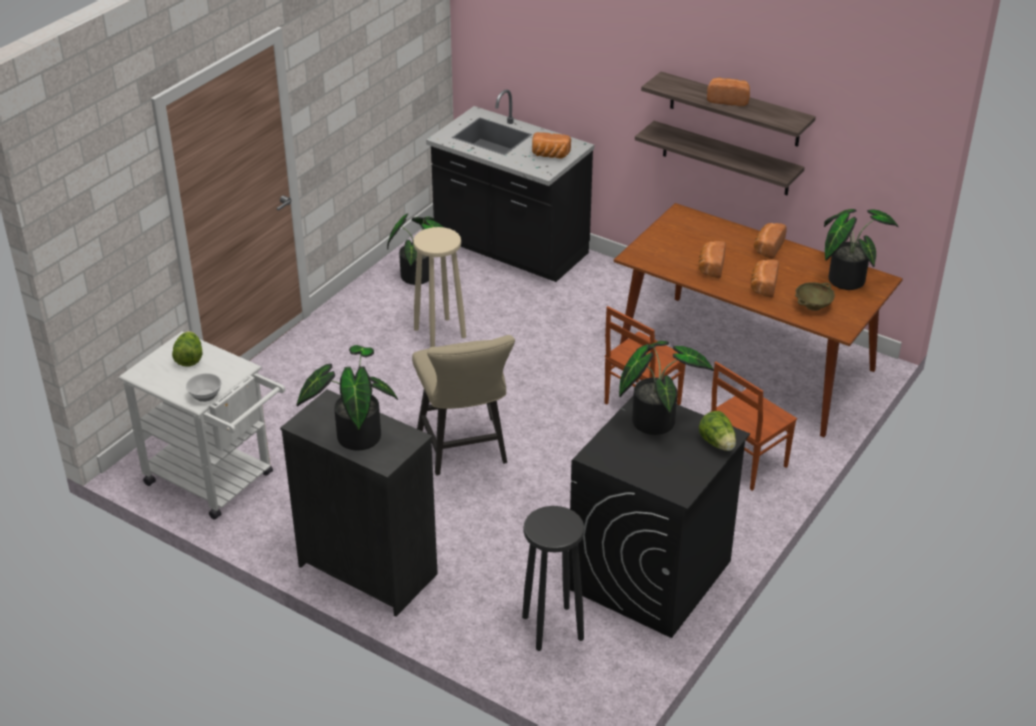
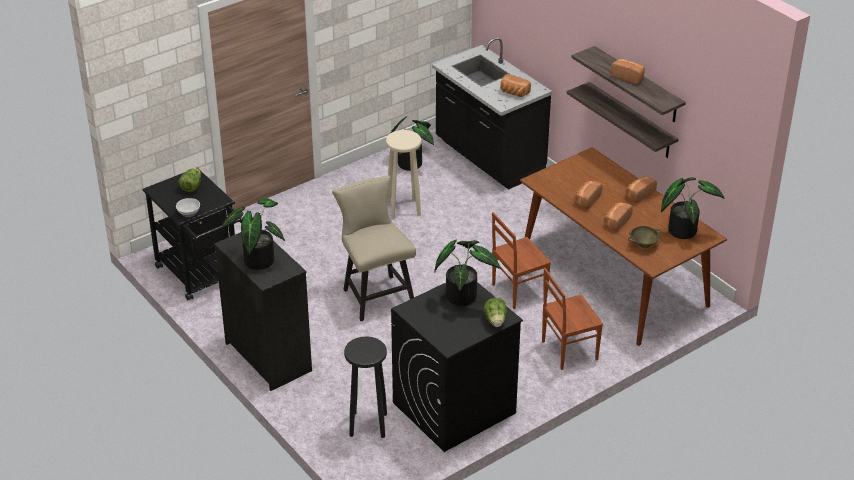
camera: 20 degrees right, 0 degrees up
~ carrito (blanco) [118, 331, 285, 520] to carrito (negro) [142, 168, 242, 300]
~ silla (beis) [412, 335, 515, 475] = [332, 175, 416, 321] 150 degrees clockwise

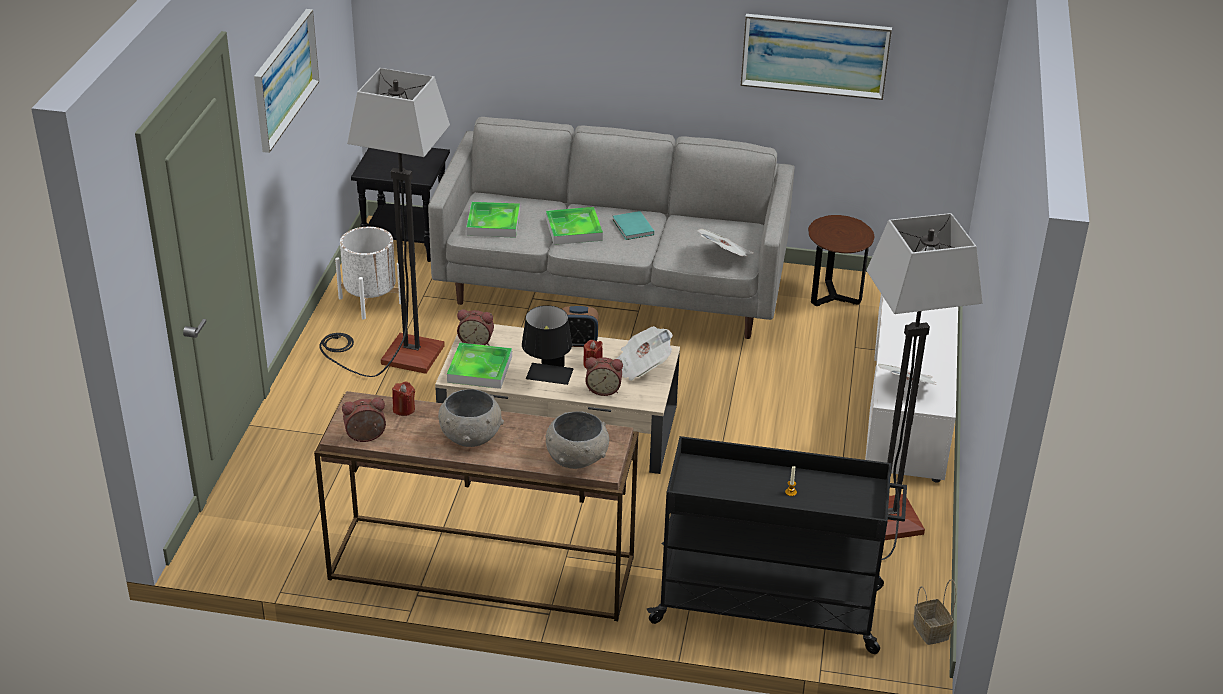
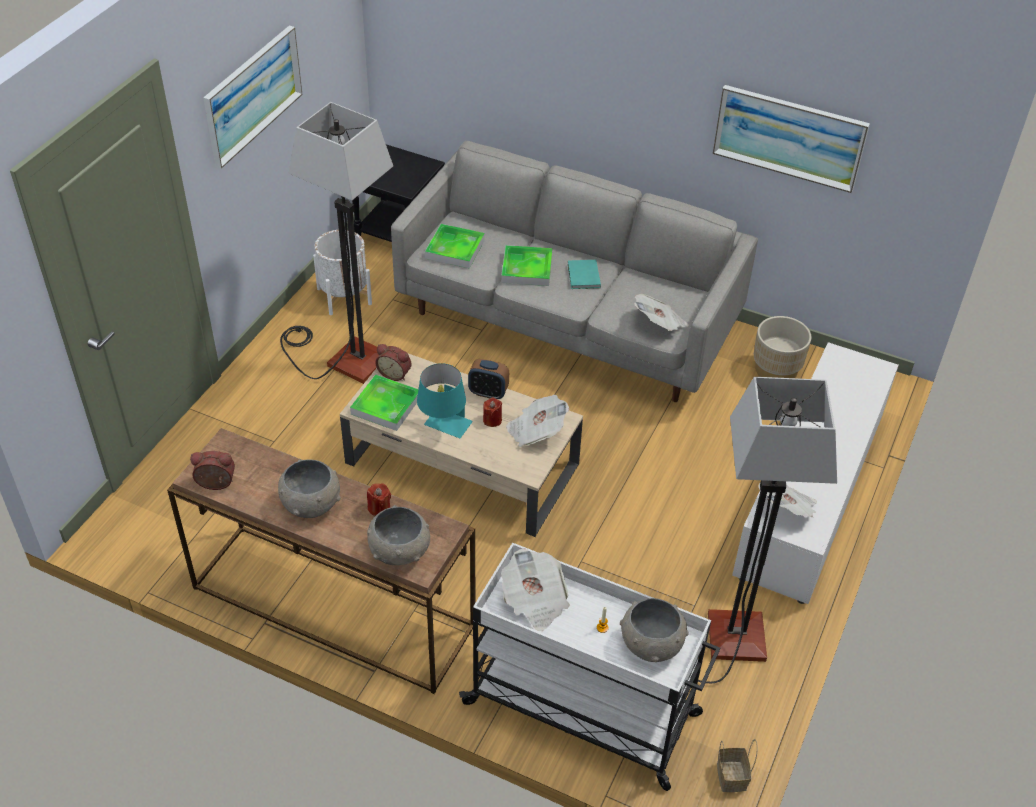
camera: 15 degrees right, 10 degrees up
- despertador [585, 357, 623, 396]
+ periódico [501, 548, 570, 631]
+ cuenco (gris) [620, 598, 689, 662]
~ vela (rojo) [392, 381, 415, 416] to [367, 483, 391, 516]
~ mesa auxiliar (marrón) [808, 215, 874, 306] to maceta (beis) [754, 316, 811, 378]
~ lámpara de mesa (negro) [522, 305, 574, 385] to lámpara de mesa (turquesa) [417, 363, 473, 438]
~ carrito (negro) [646, 436, 907, 654] to carrito (blanco) [459, 542, 720, 791]

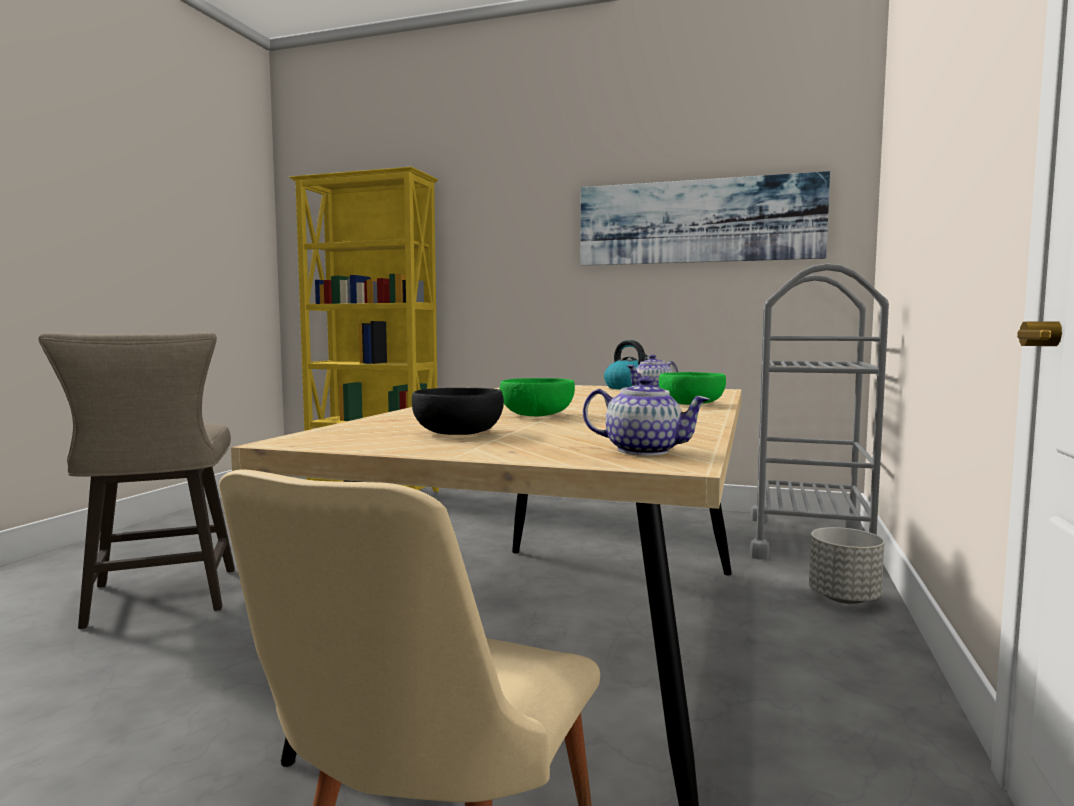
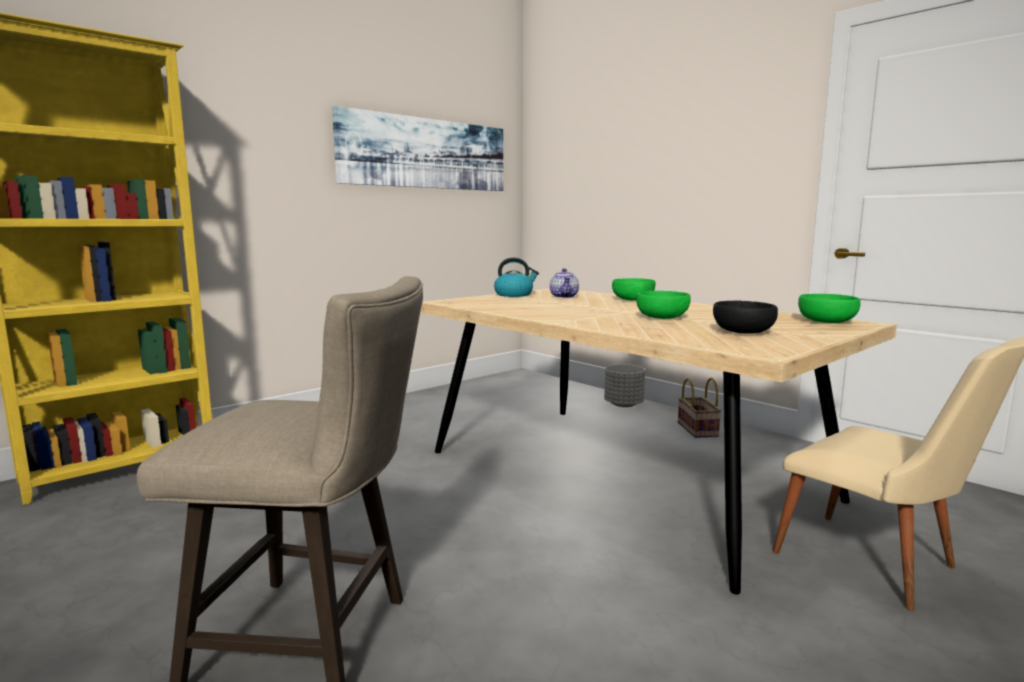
camera: 60 degrees left, 5 degrees up
- carrito (gris) [750, 263, 889, 560]
+ cesta [678, 377, 722, 438]
~ tetera [583, 376, 710, 456] to cuenco (verde) [798, 294, 860, 323]

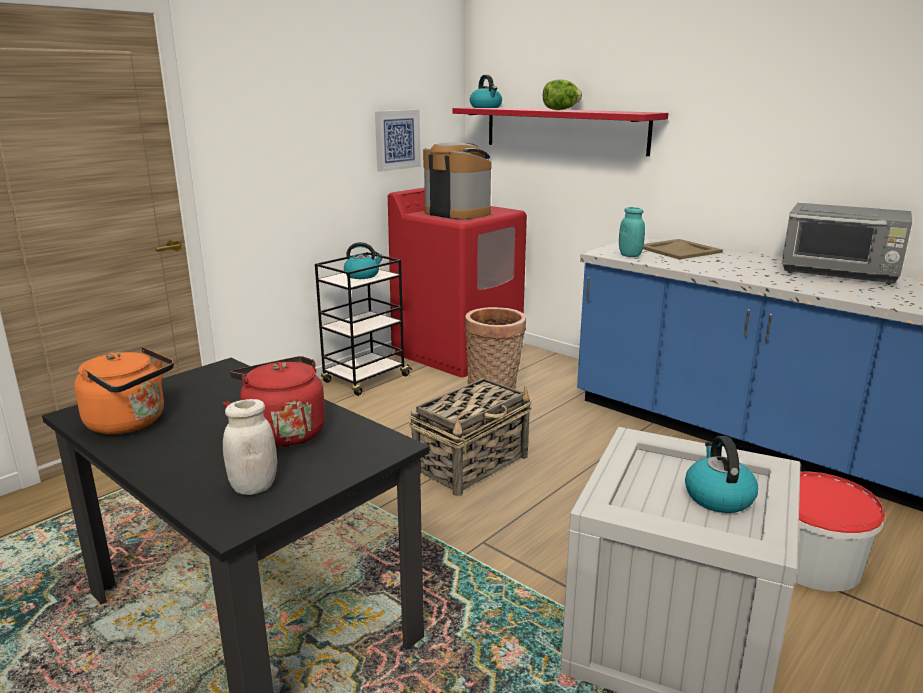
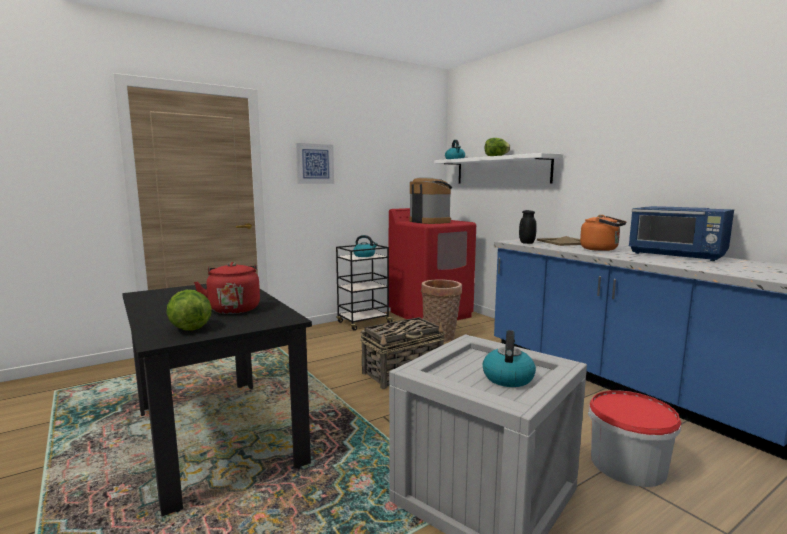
camera: 15 degrees right, 10 degrees down
~ hervidor (naranja) [74, 347, 174, 434] to [580, 215, 626, 251]
~ cuadro [375, 110, 421, 172] to [296, 143, 334, 184]
~ tarro (blanco) [223, 399, 277, 495] to lechuga [166, 290, 212, 331]
~ estante (rojo) [453, 107, 668, 156] to estante (blanco) [434, 153, 563, 184]
~ tarro (turquesa) [619, 207, 645, 257] to tarro (negro) [519, 210, 537, 244]
~ microondas (gris) [782, 203, 912, 285] to microondas (azul) [629, 206, 734, 261]

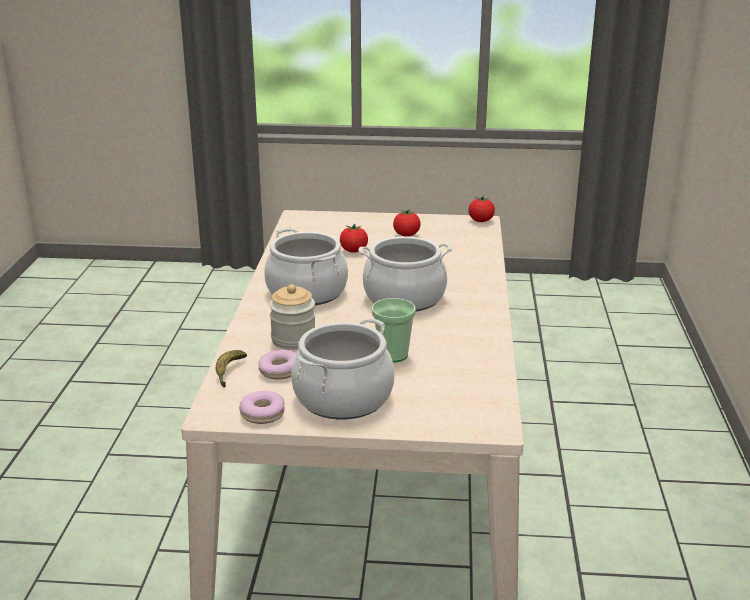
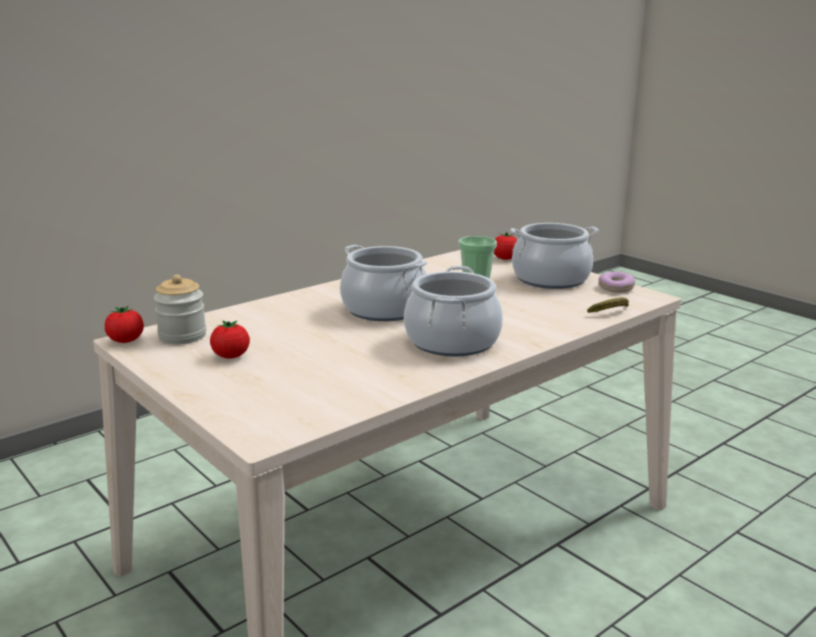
camera: 135 degrees left, 5 degrees down
- rosquilla [258, 350, 297, 379]
~ tarro [269, 284, 315, 350] to [154, 275, 206, 344]
~ tomate [340, 224, 368, 253] to [494, 232, 517, 260]

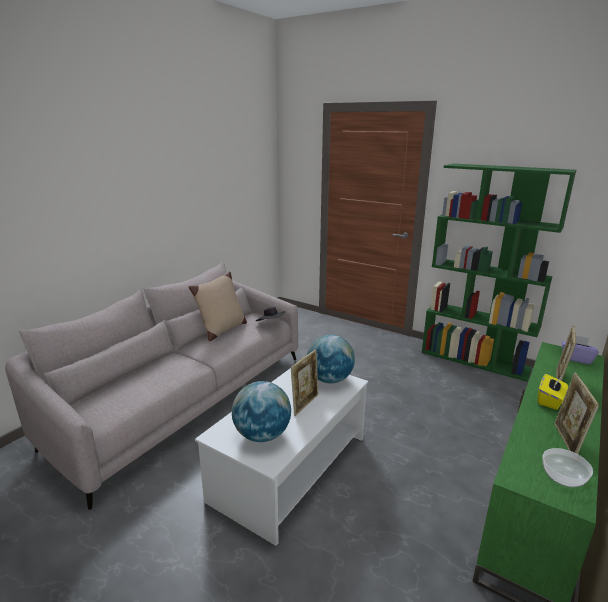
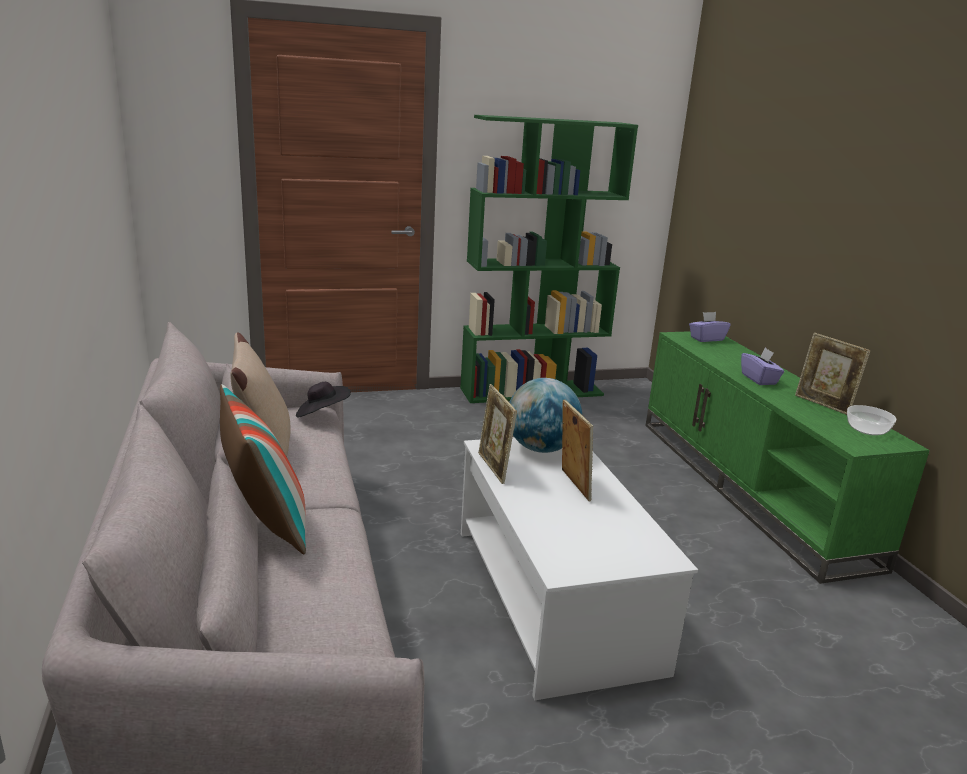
camera: 50 degrees left, 0 degrees up
- globo terráqueo [232, 381, 291, 442]
+ cojín [220, 384, 306, 554]
~ portarretratos [556, 325, 576, 381] to [478, 384, 517, 484]
~ caja de pañuelos (amarillo) [538, 374, 568, 410] to caja de pañuelos (morado) [741, 348, 784, 385]

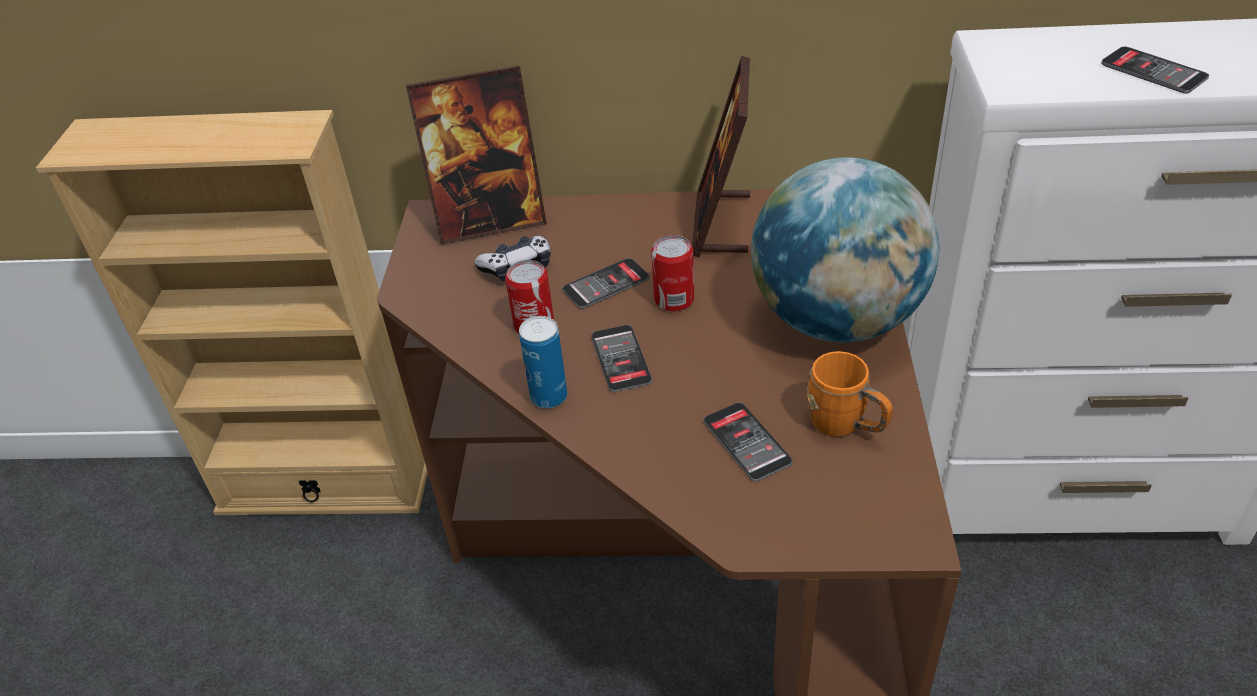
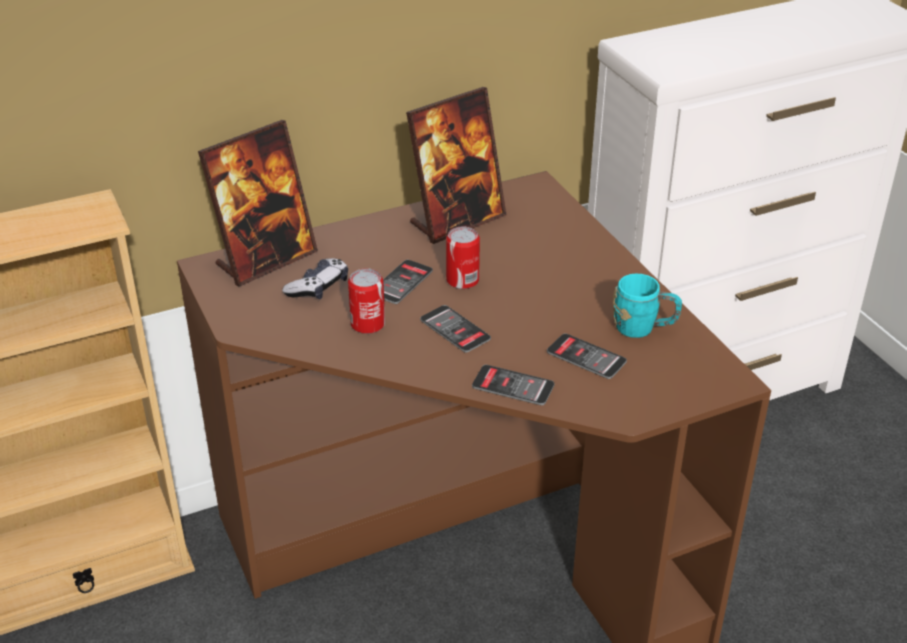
camera: 30 degrees left, 5 degrees down
- lata [519, 316, 567, 408]
- globo terráqueo [751, 157, 939, 343]
~ móvil [1101, 46, 1209, 94] to [472, 365, 555, 406]
~ taza grande (naranja) [807, 351, 893, 437] to taza grande (turquesa) [613, 273, 682, 338]
~ portarretratos [692, 56, 750, 257] = [406, 87, 506, 244] 105 degrees counterclockwise

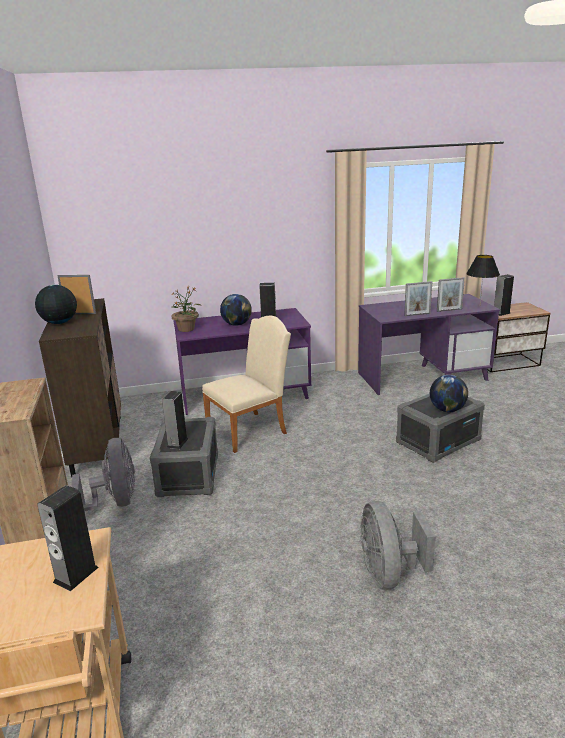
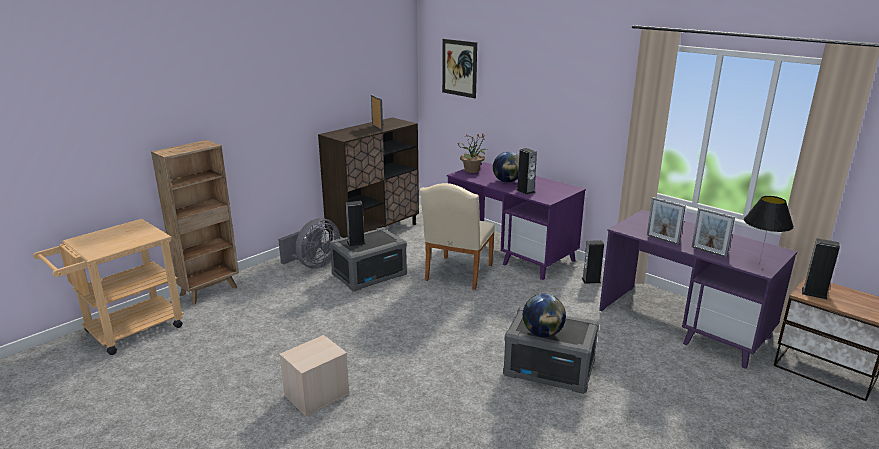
camera: 55 degrees right, 0 degrees up
- globo terráqueo [35, 285, 77, 324]
+ cuadro [442, 39, 477, 98]
~ altavoz [37, 485, 99, 591] to [581, 240, 604, 284]
~ ventilador (gris) [360, 501, 435, 590] to caja de almacenaje (beis) [279, 335, 350, 416]
~ silla (beis) [202, 316, 291, 453] = [420, 183, 495, 290] 90 degrees clockwise

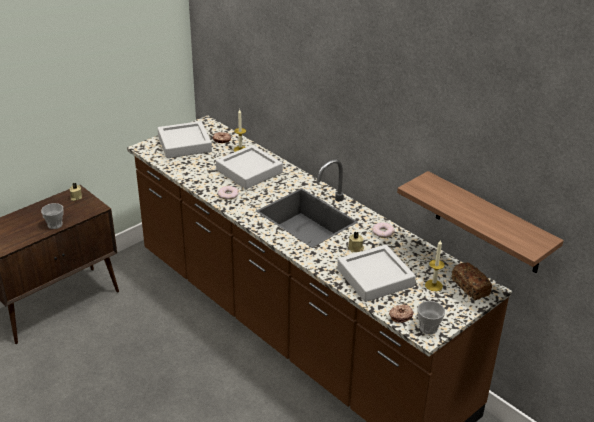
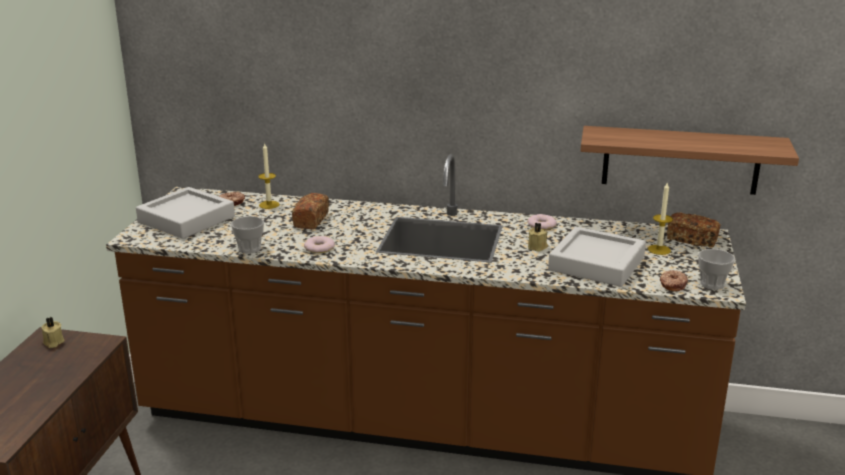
camera: 35 degrees left, 10 degrees down
~ taza [41, 203, 63, 229] to [231, 216, 264, 254]
~ bandeja (gris) [216, 145, 283, 189] to pan [292, 193, 329, 229]

